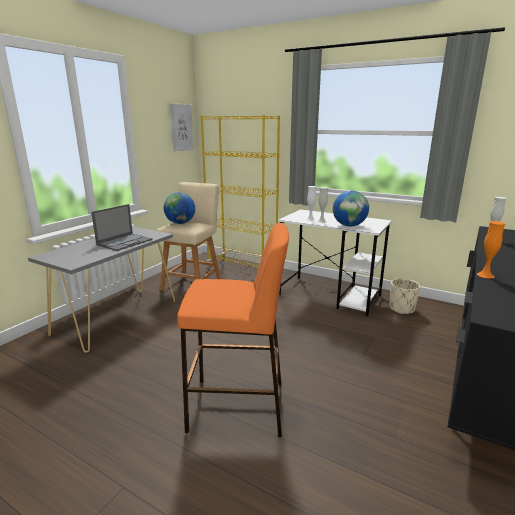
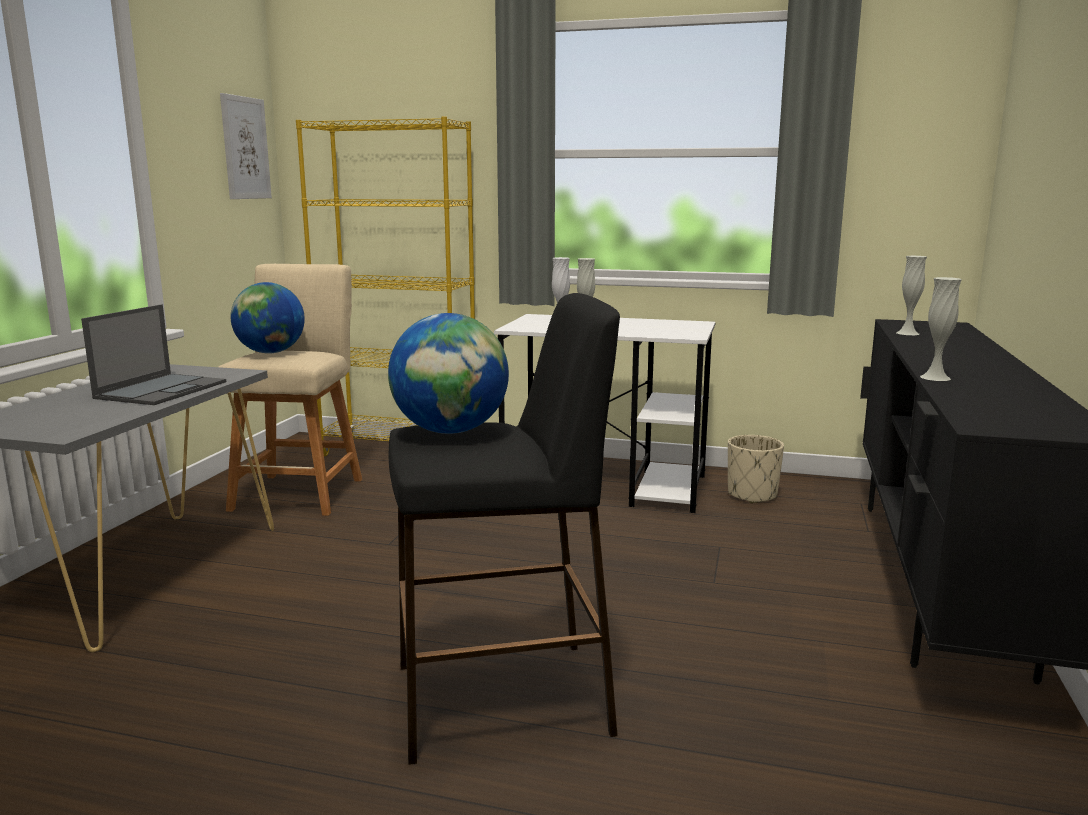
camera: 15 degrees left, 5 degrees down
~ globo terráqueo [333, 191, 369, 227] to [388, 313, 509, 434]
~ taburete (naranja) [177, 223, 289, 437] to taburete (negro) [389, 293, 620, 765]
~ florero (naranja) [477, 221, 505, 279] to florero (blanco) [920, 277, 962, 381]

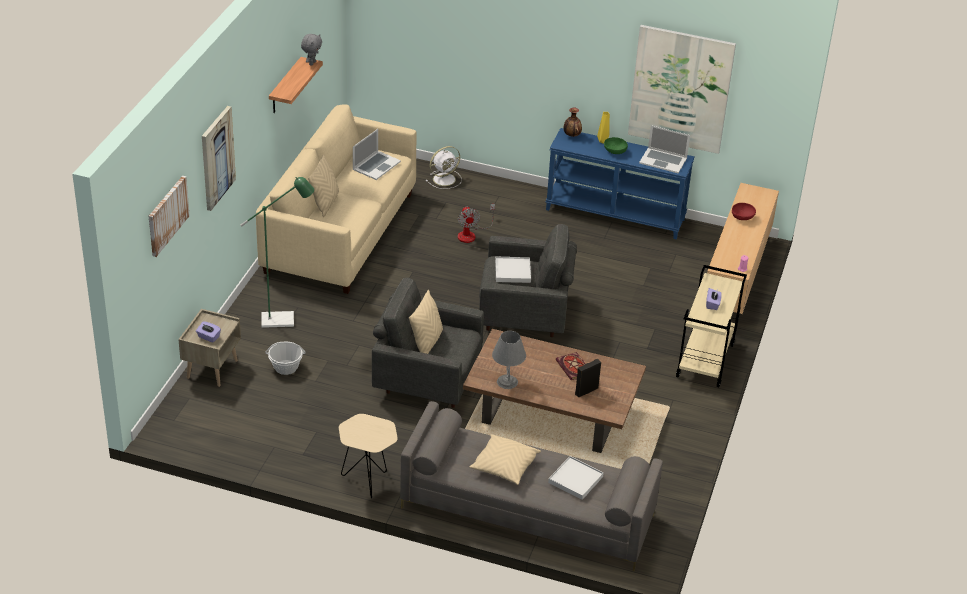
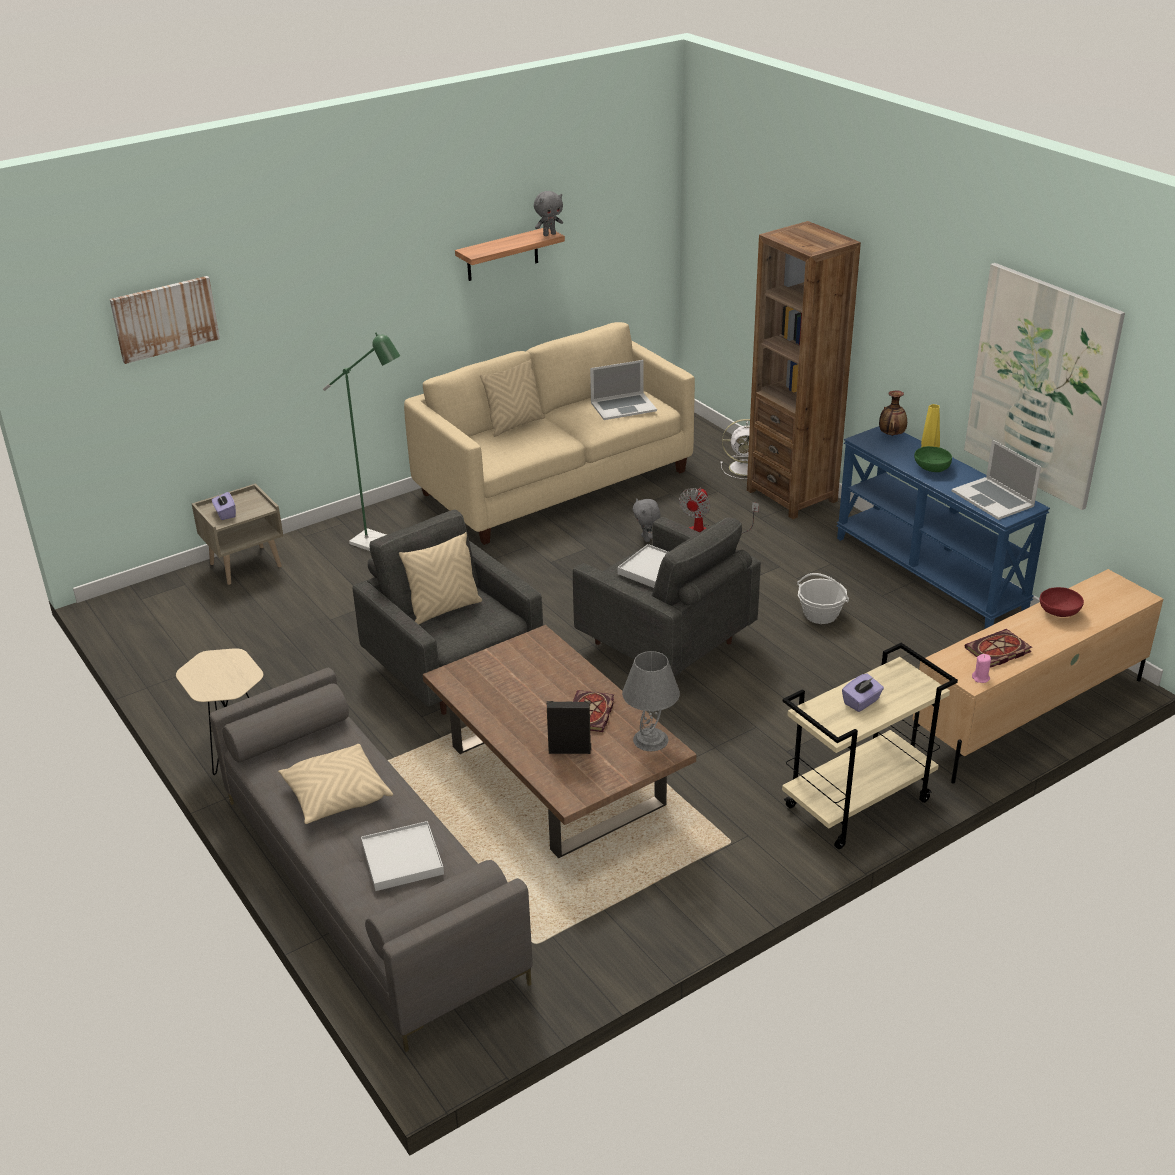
camera: 40 degrees right, 5 degrees down
- cuadro [202, 106, 236, 211]
+ peluche (gris) [633, 498, 661, 542]
+ estantería (marrón) [747, 221, 861, 519]
+ libro [965, 629, 1032, 668]
~ cesta [265, 341, 306, 375] to [797, 573, 849, 624]
~ lámpara de mesa (gris) [492, 331, 526, 389] to [622, 651, 680, 751]

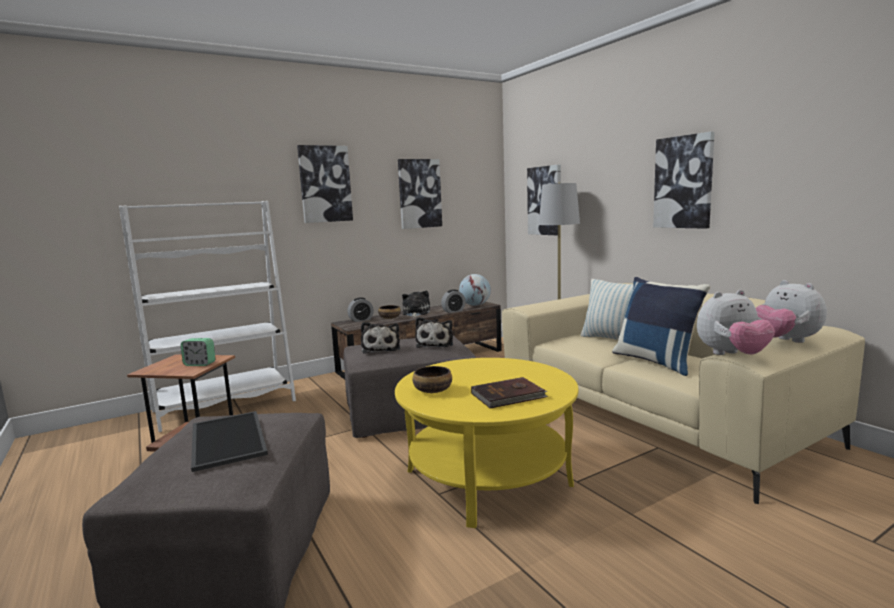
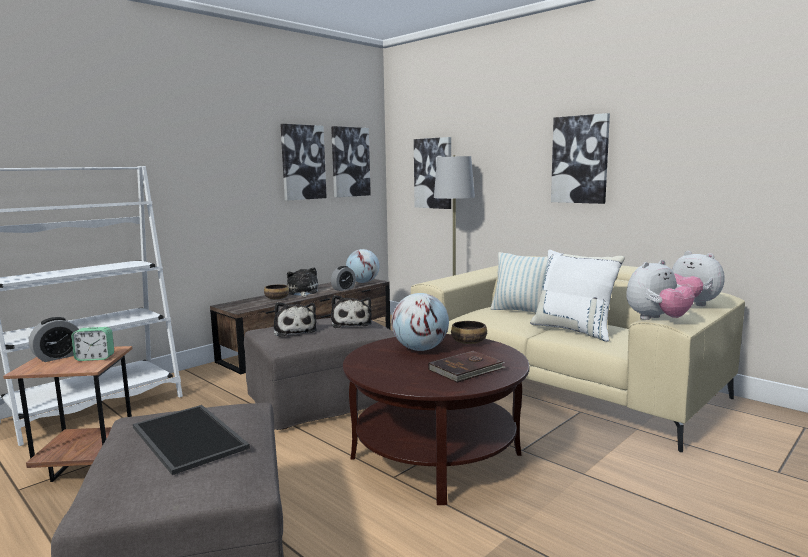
camera: 15 degrees left, 0 degrees up
+ globo terráqueo [392, 293, 449, 351]
~ cuadro [297, 145, 353, 223] to [331, 126, 371, 197]
~ despertador [347, 297, 374, 322] to [29, 317, 79, 362]
~ cuenco [412, 366, 452, 393] to [451, 321, 487, 344]
~ mesa de centro (amarillo) [395, 358, 579, 528] to mesa de centro (marrón) [343, 334, 530, 505]
~ cojín (azul) [612, 277, 710, 376] to cojín (blanco) [530, 250, 625, 342]

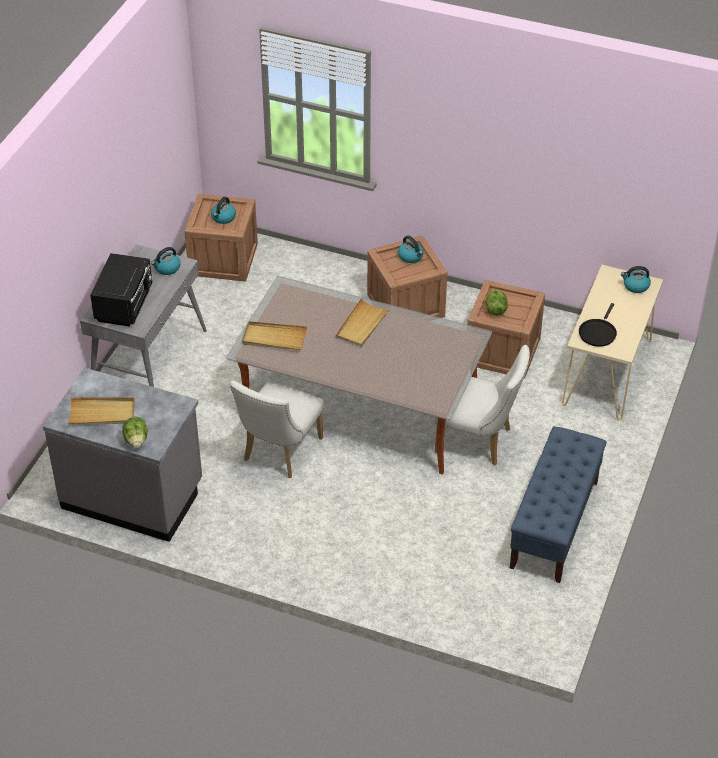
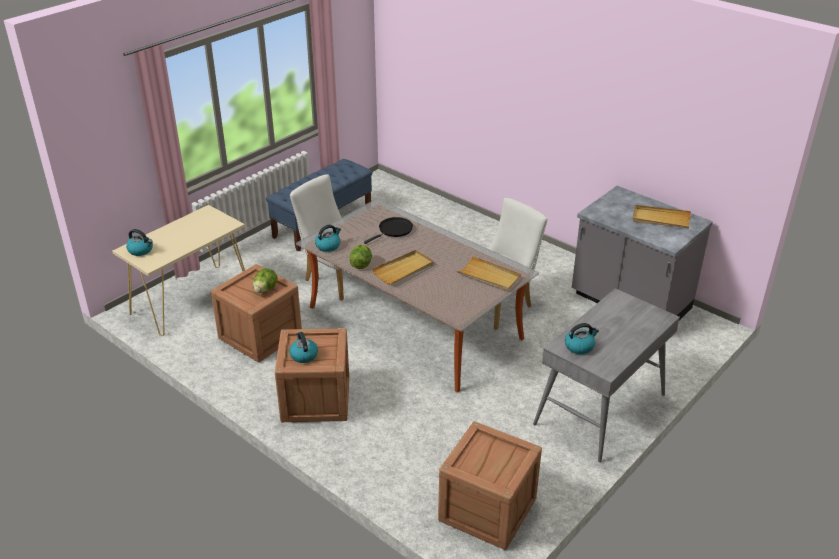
camera: 160 degrees left, 10 degrees down
- microondas (negro) [90, 253, 152, 327]
~ lechuga [122, 417, 148, 448] to [349, 245, 372, 269]
~ hervidor [211, 197, 236, 224] to [315, 225, 341, 252]
~ sartén (negro) [579, 303, 617, 347] to [364, 217, 413, 244]

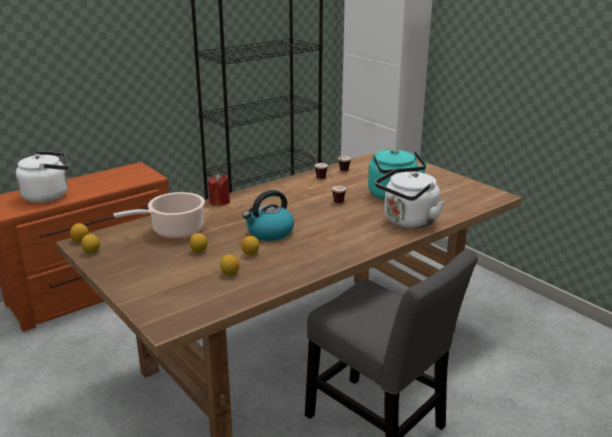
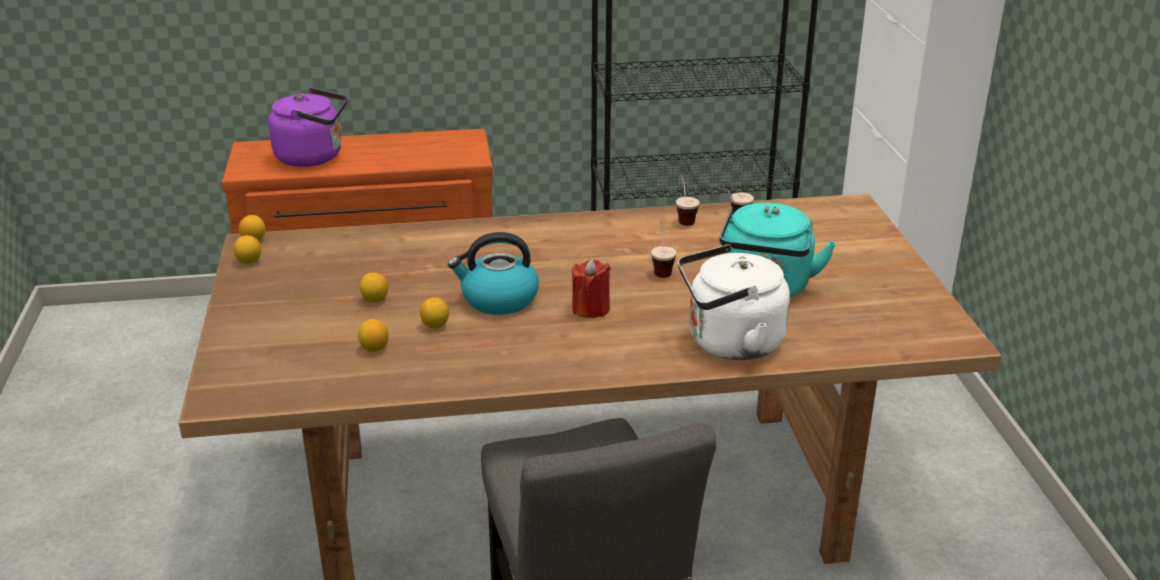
camera: 30 degrees right, 5 degrees up
- olla [113, 192, 205, 238]
~ vela (rojo) [208, 173, 230, 206] to [572, 259, 611, 318]
~ hervidor (blanco) [16, 151, 69, 203] to hervidor (morado) [268, 88, 347, 167]

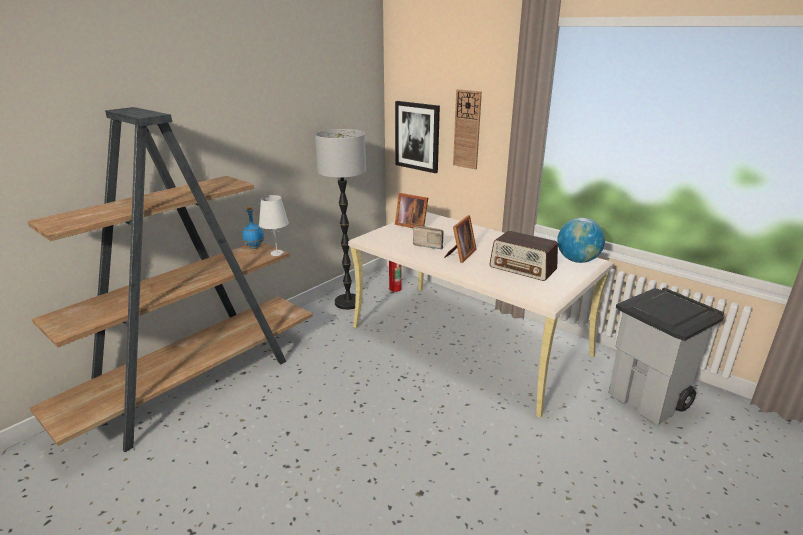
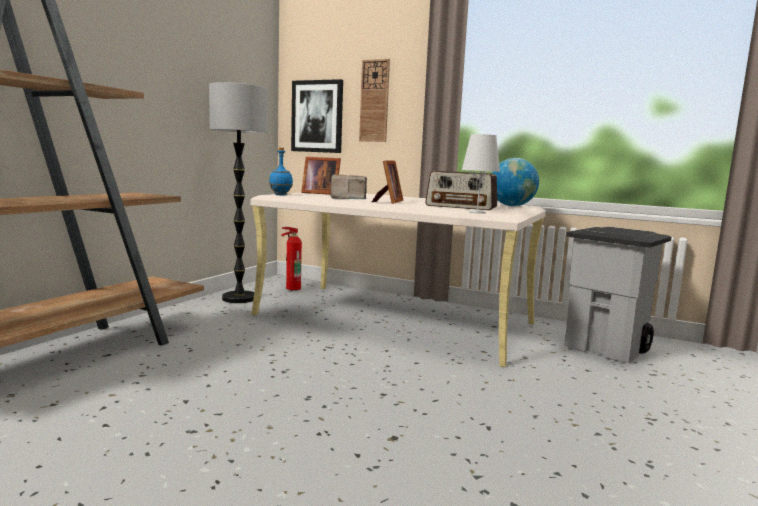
camera: 15 degrees left, 15 degrees down
~ botella (azul) [242, 207, 264, 249] to [269, 148, 293, 195]
~ lámpara de mesa (blanco) [259, 195, 289, 256] to [461, 134, 500, 214]

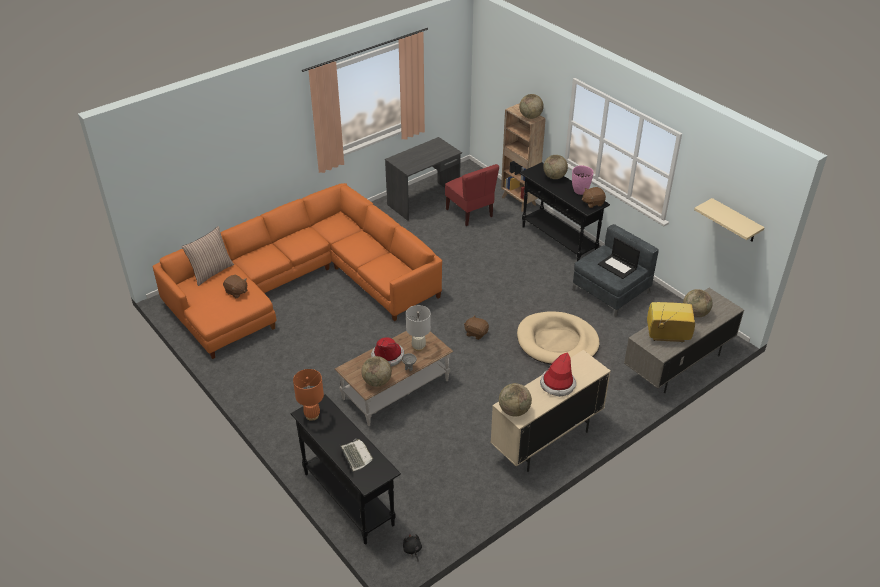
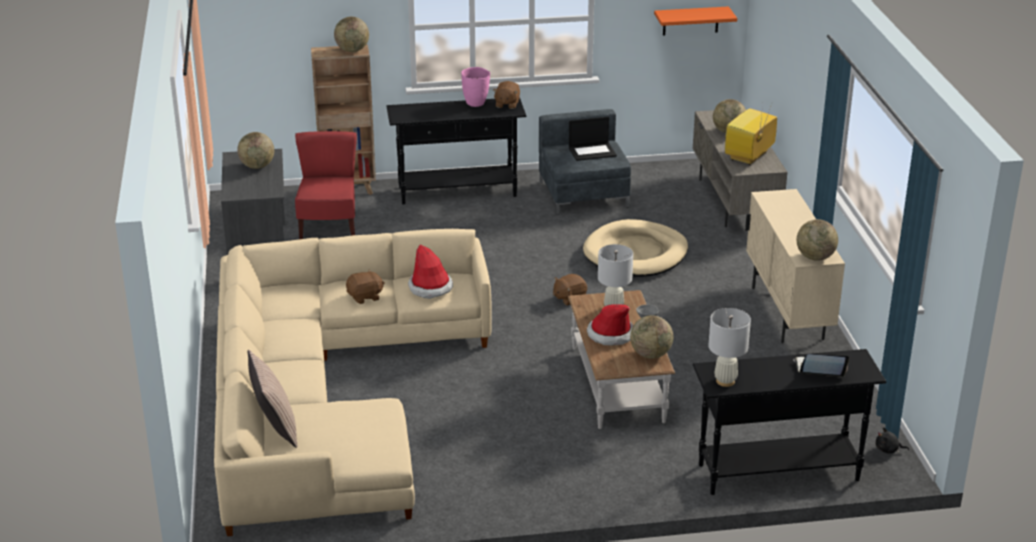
camera: 60 degrees left, 10 degrees down
~ peluche (marrón) [223, 274, 247, 298] to [346, 269, 385, 304]
~ sombrero [540, 352, 576, 397] to [408, 245, 453, 299]
~ globo terráqueo [543, 155, 568, 179] to [237, 132, 274, 169]
~ sofá (naranja) [153, 183, 442, 359] to sofá (beis) [214, 229, 492, 536]
~ lámpara de mesa (naranja) [293, 369, 324, 421] to lámpara de mesa (blanco) [708, 308, 751, 387]
~ estante (beis) [694, 198, 765, 242] to estante (naranja) [654, 6, 737, 36]
~ silla (rojo) [445, 164, 499, 226] = [295, 131, 357, 239] 90 degrees counterclockwise

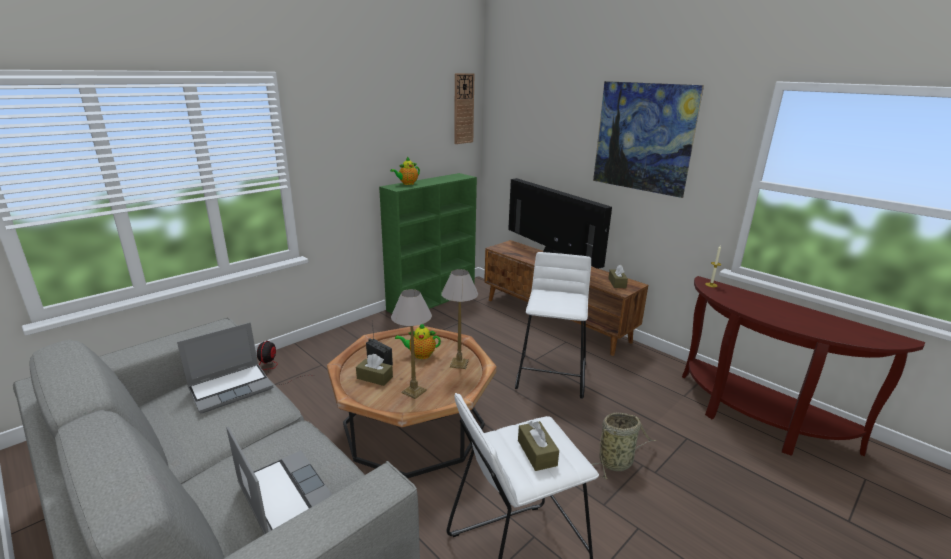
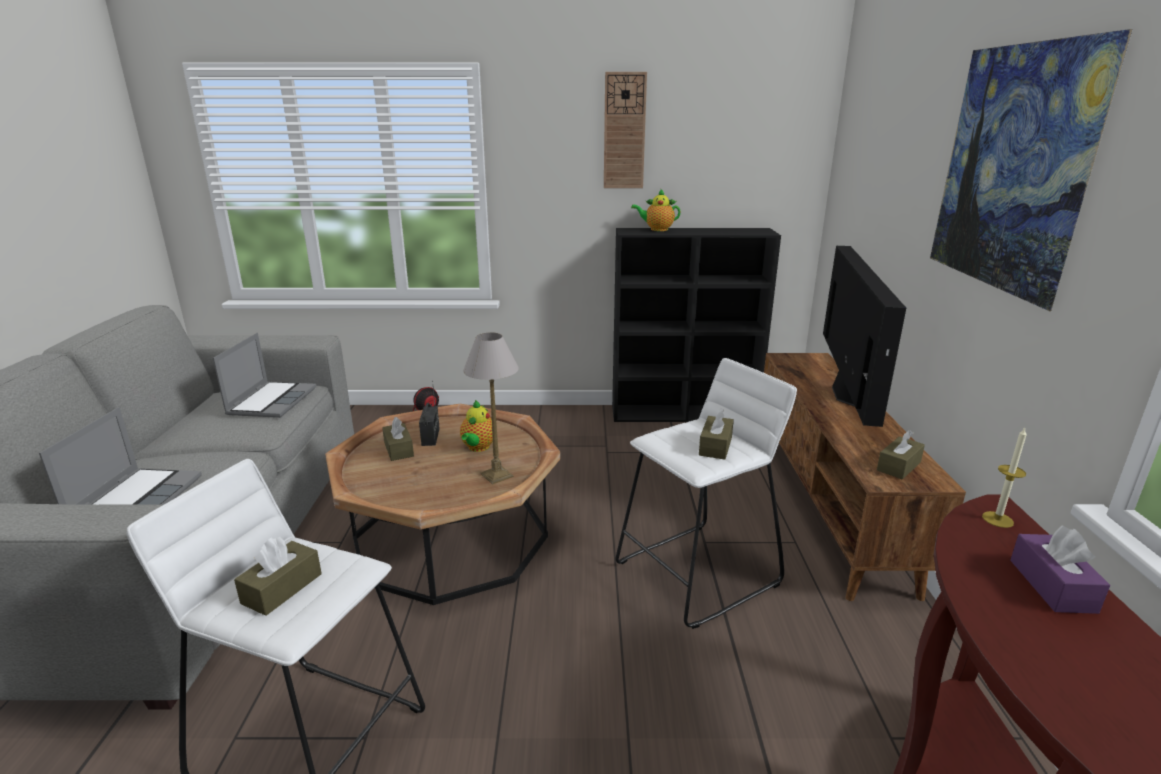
camera: 45 degrees right, 0 degrees up
- lámpara de mesa [391, 289, 432, 399]
- cesta [591, 413, 657, 479]
+ caja de pañuelos (marrón) [699, 408, 734, 460]
+ caja de pañuelos (morado) [1010, 525, 1110, 614]
~ reloj de pared [454, 73, 474, 144] to [604, 72, 647, 188]
~ estantería (verde) [379, 173, 477, 314] to estantería (negro) [612, 228, 781, 422]
~ portátil [177, 322, 273, 413] = [213, 333, 316, 418] 90 degrees counterclockwise
~ tetera [395, 324, 441, 359] = [460, 400, 493, 452] 120 degrees counterclockwise

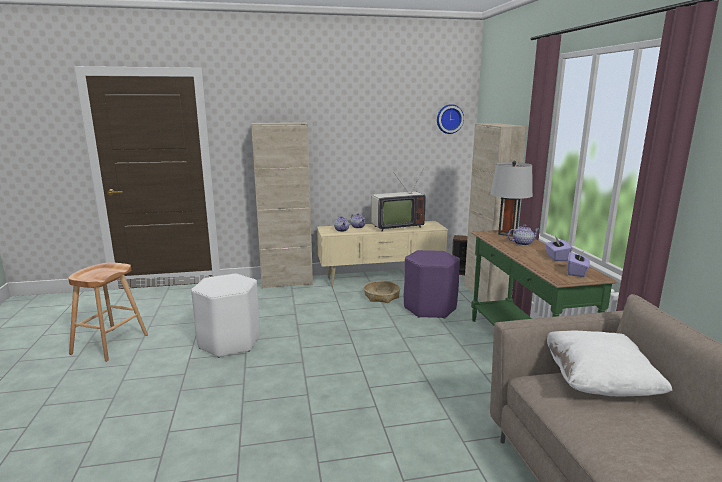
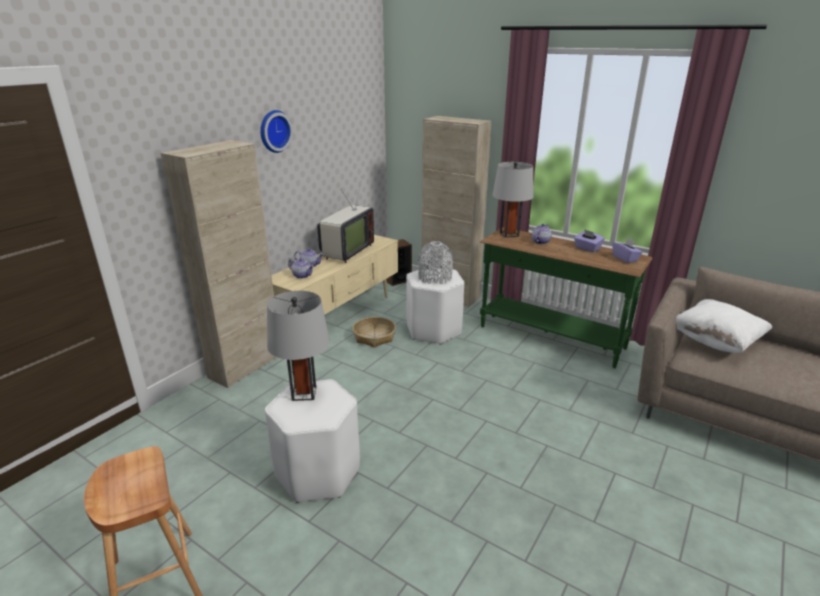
camera: 45 degrees left, 10 degrees up
+ lámpara de mesa (gris) [267, 291, 330, 401]
+ florero (gris) [418, 241, 454, 284]
~ reloj de pared [437, 104, 464, 134] to [260, 110, 293, 153]
~ taburete (morado) [404, 250, 460, 319] to taburete (blanco) [406, 268, 464, 345]

